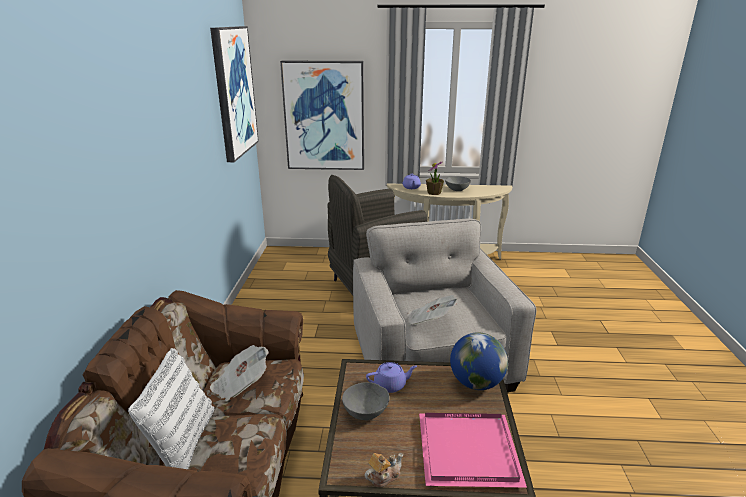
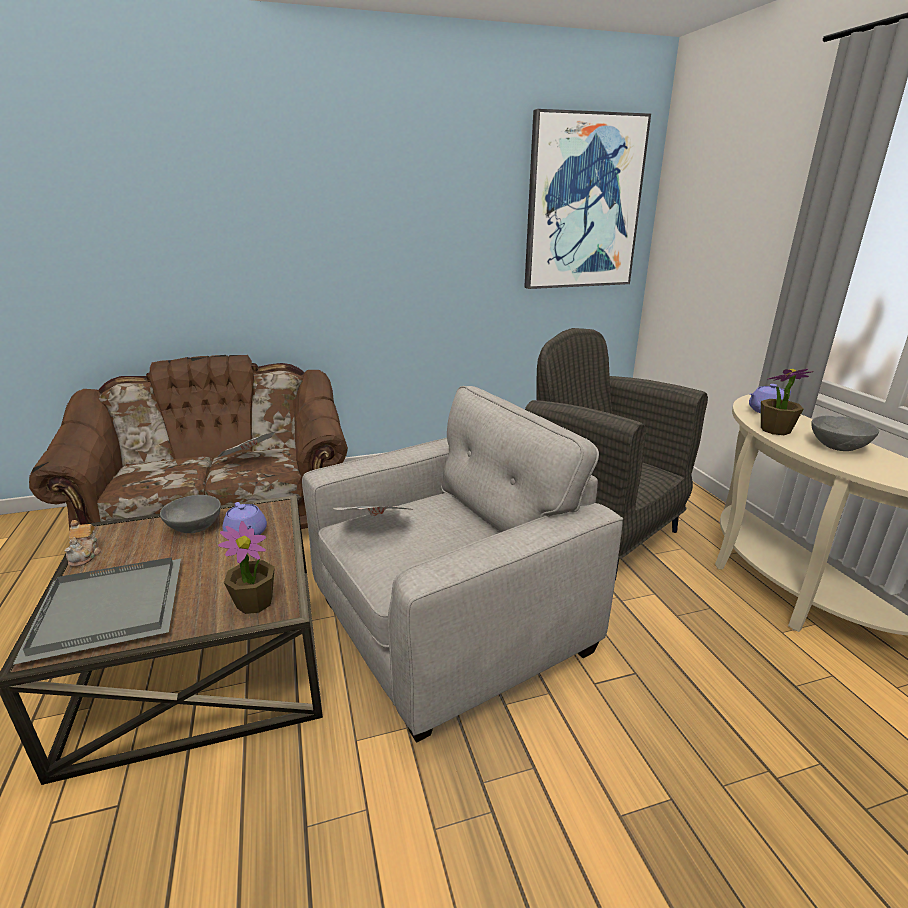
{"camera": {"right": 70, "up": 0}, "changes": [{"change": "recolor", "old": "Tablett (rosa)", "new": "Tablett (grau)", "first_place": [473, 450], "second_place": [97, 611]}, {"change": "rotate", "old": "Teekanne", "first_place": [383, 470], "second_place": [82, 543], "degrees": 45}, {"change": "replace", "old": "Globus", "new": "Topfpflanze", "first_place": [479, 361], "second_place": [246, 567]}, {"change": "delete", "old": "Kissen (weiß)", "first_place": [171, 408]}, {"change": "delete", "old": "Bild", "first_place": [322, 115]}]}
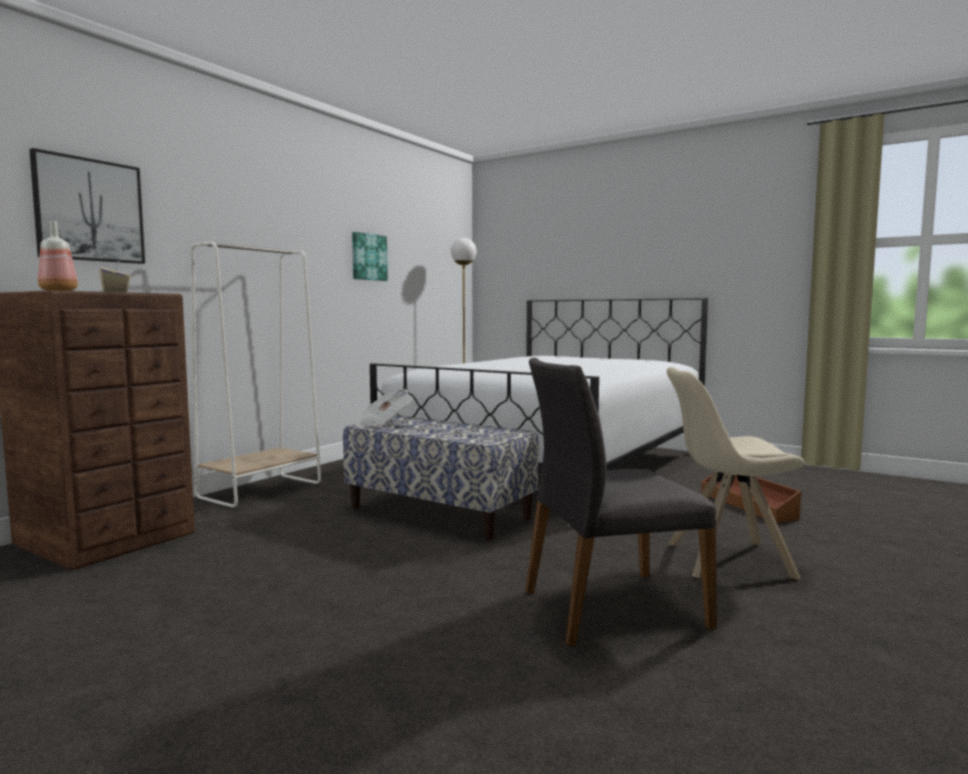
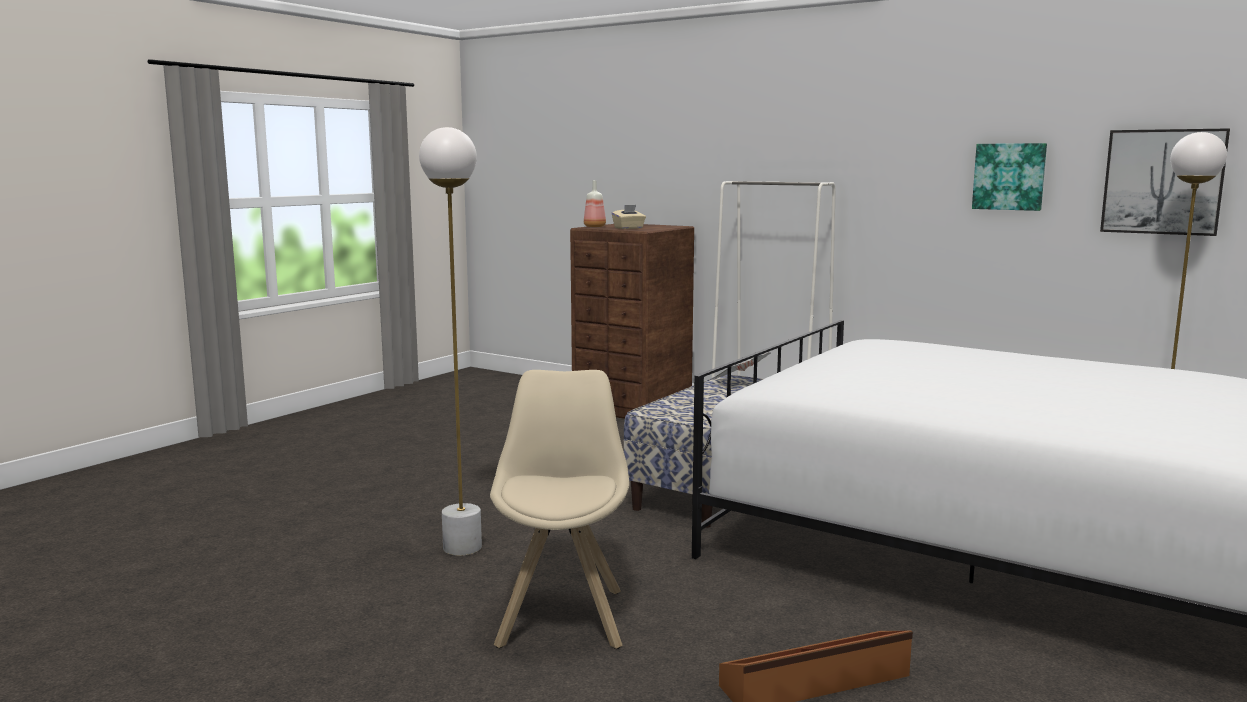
{"camera": {"right": 90, "up": 5}, "changes": [{"change": "replace", "old": "Stuhl (grau)", "new": "Stehlampe (weiß)", "first_place": [621, 502], "second_place": [450, 341]}, {"change": "move", "old": "Bild", "first_place": [87, 206], "second_place": [1165, 182]}]}
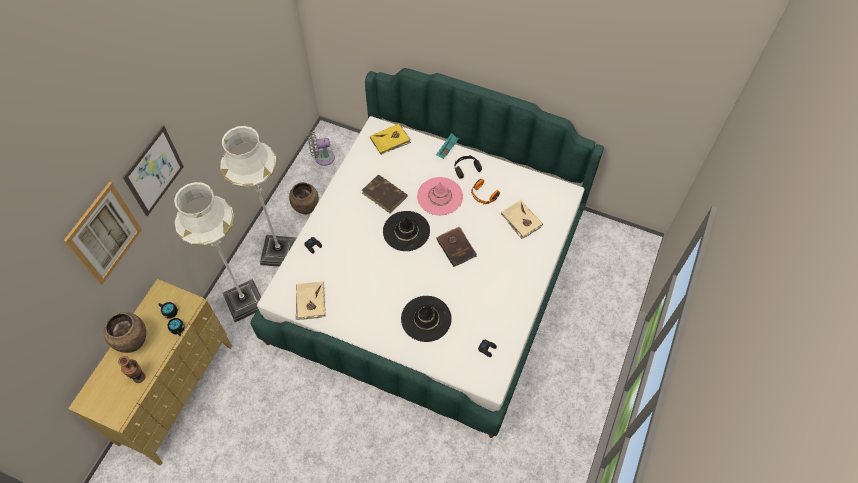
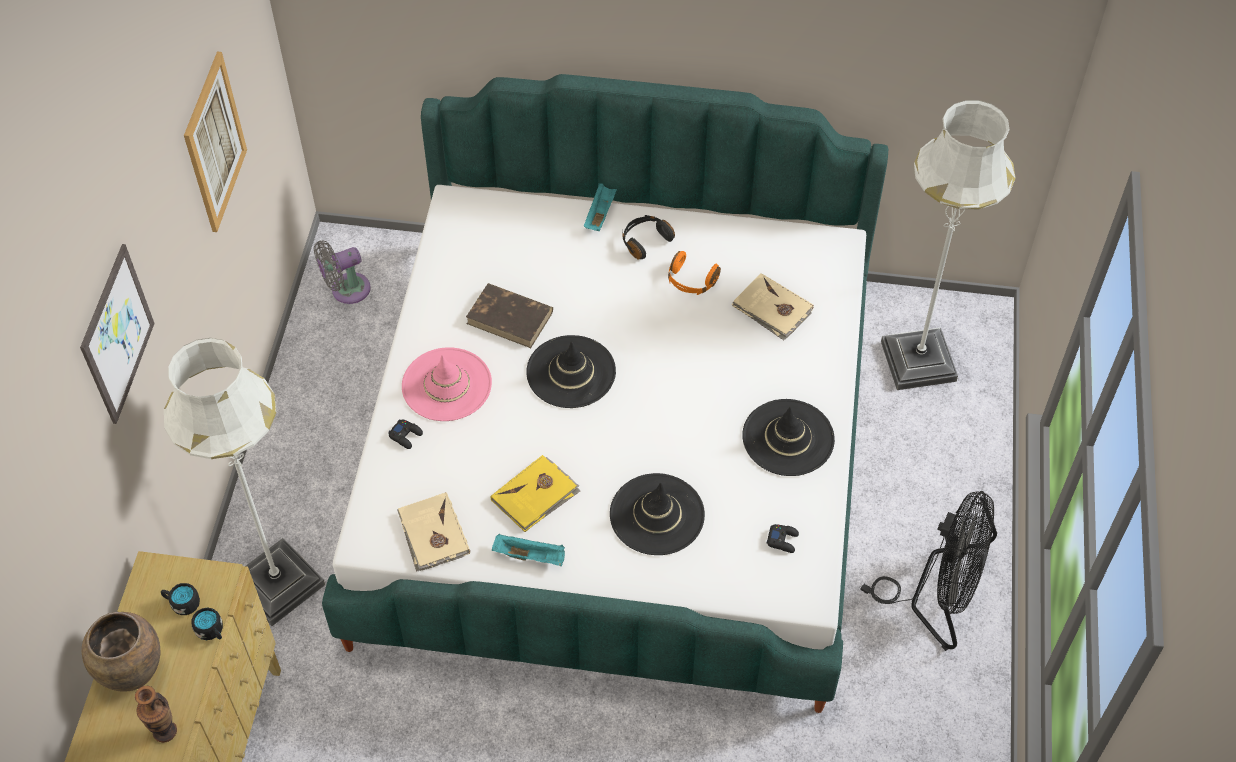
{"camera": {"right": -15, "up": -5}, "changes": [{"change": "move", "old": "Bild", "first_place": [102, 233], "second_place": [215, 142]}, {"change": "move", "old": "Hut (rosa)", "first_place": [440, 196], "second_place": [447, 384]}, {"change": "move", "old": "Buch (gelb)", "first_place": [390, 139], "second_place": [535, 493]}, {"change": "insert", "new": "Tablett (türkis)", "second_place": [528, 550]}, {"change": "insert", "new": "Hut (schwarz)", "second_place": [788, 437]}, {"change": "insert", "new": "Ventilator (schwarz)", "second_place": [928, 571]}, {"change": "move", "old": "Stehlampe (weiß)", "first_place": [258, 196], "second_place": [948, 245]}, {"change": "delete", "old": "Vase (braun)", "first_place": [304, 198]}, {"change": "delete", "old": "Buch (braun)", "first_place": [456, 247]}]}
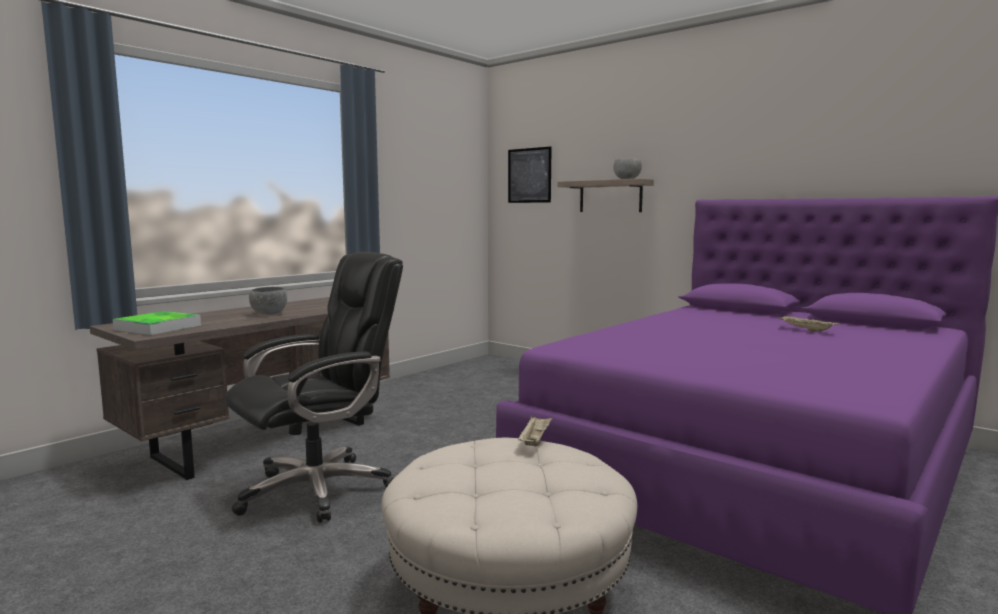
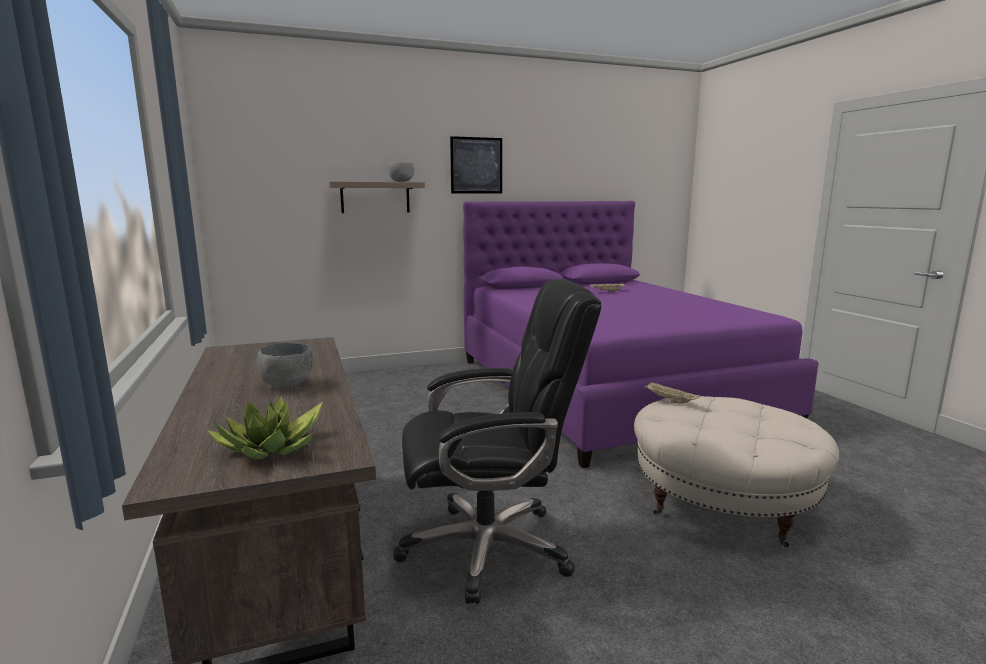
{"camera": {"right": -60, "up": 5}, "changes": [{"change": "replace", "old": "Tablett", "new": "Topfpflanze", "first_place": [157, 323], "second_place": [265, 427]}, {"change": "rotate", "old": "Bürostuhl (schwarz)", "first_place": [314, 387], "second_place": [497, 441], "degrees": 90}, {"change": "move", "old": "Bild", "first_place": [530, 175], "second_place": [476, 165]}]}
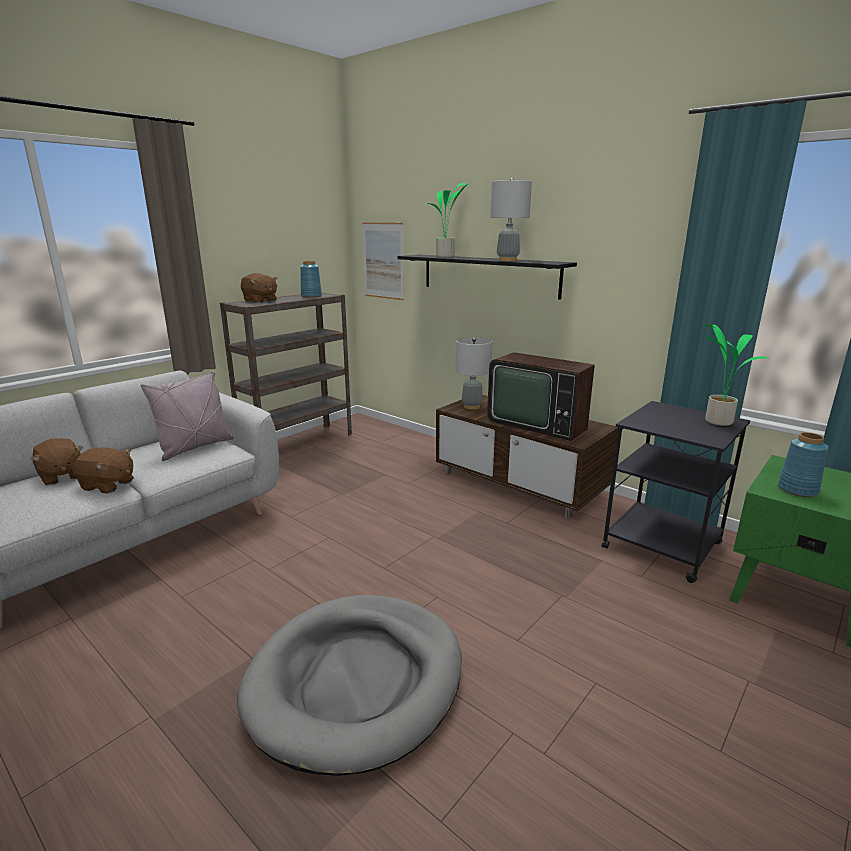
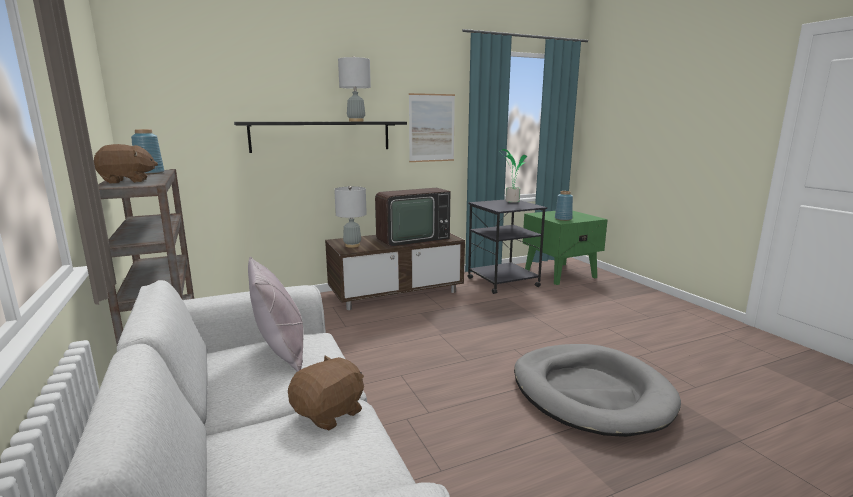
{"camera": {"right": -65, "up": -5}, "changes": [{"change": "move", "old": "Bild", "first_place": [383, 261], "second_place": [432, 127]}, {"change": "delete", "old": "Plüschtier (braun)", "first_place": [57, 461]}, {"change": "delete", "old": "Topfpflanze", "first_place": [447, 220]}]}
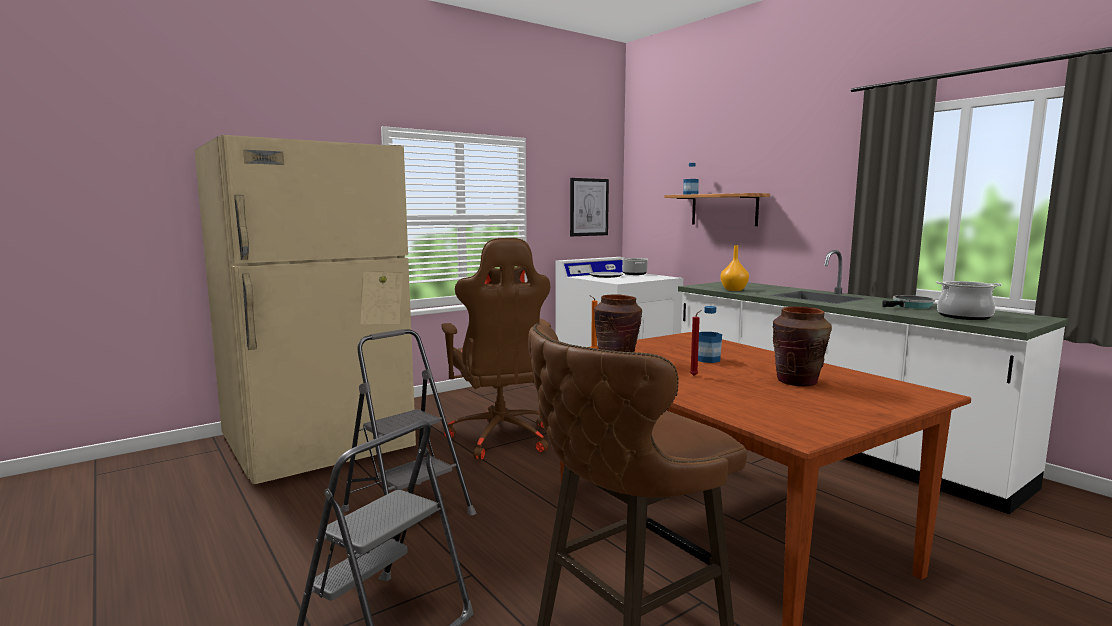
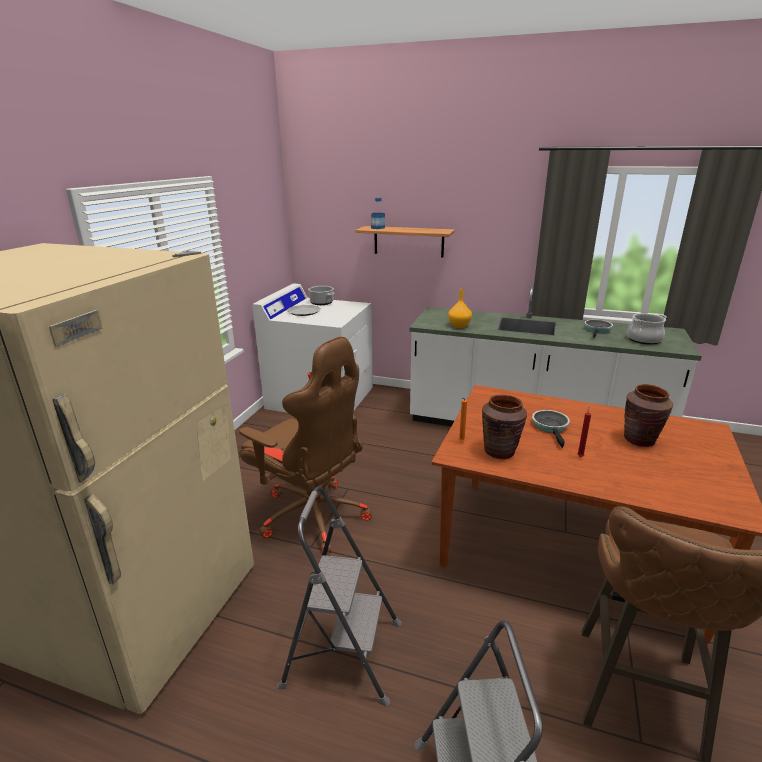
{"camera": {"right": -35, "up": 15}, "changes": [{"change": "replace", "old": "Flasche", "new": "Pfanne", "first_place": [710, 334], "second_place": [551, 429]}, {"change": "delete", "old": "Bild", "first_place": [589, 207]}]}
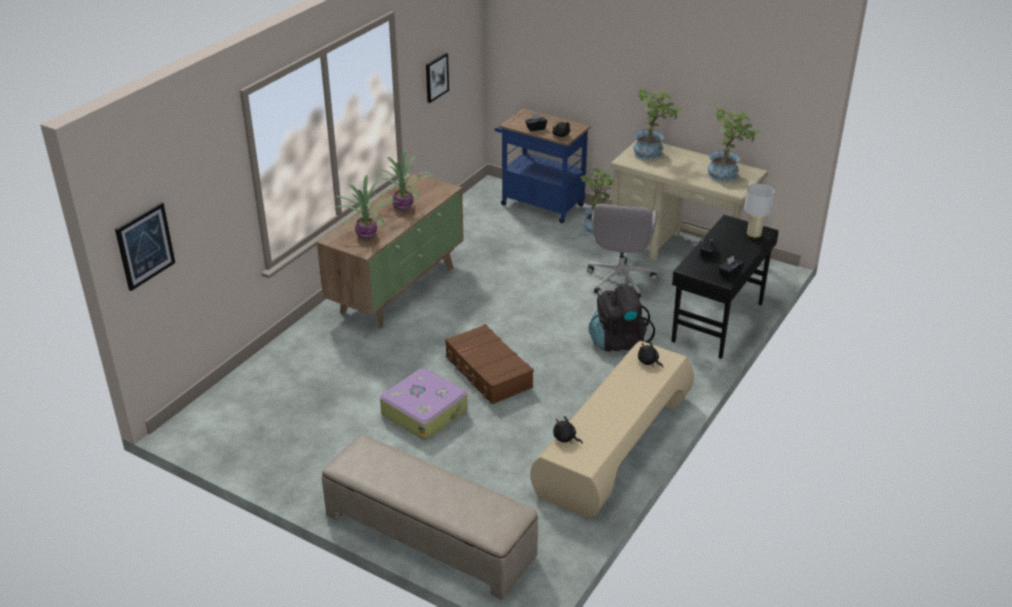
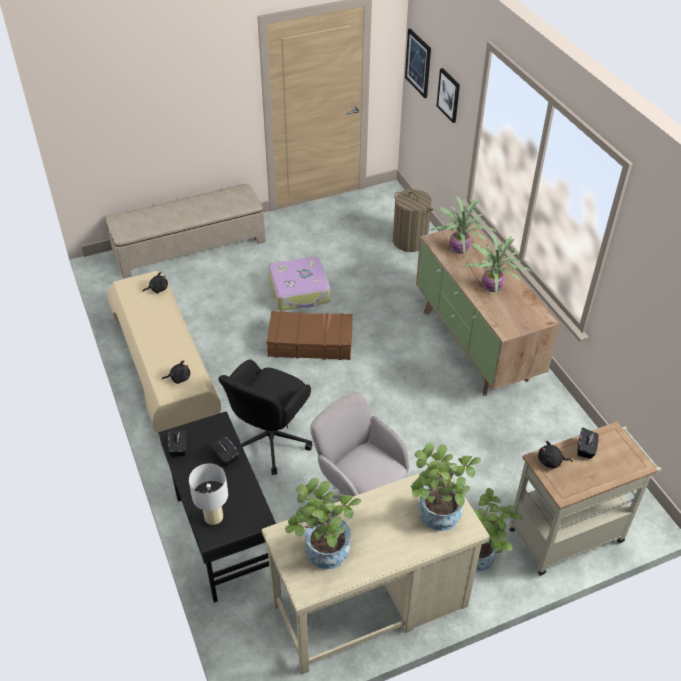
{"camera": {"right": 125, "up": 10}, "changes": [{"change": "replace", "old": "Rucksack (schwarz)", "new": "Bürostuhl (schwarz)", "first_place": [622, 318], "second_place": [266, 417]}, {"change": "insert", "new": "Wäschekorb", "second_place": [413, 220]}, {"change": "move", "old": "Bild", "first_place": [437, 78], "second_place": [448, 95]}, {"change": "recolor", "old": "Rollwagen (blau)", "new": "Rollwagen (beige)", "first_place": [542, 165], "second_place": [585, 499]}]}
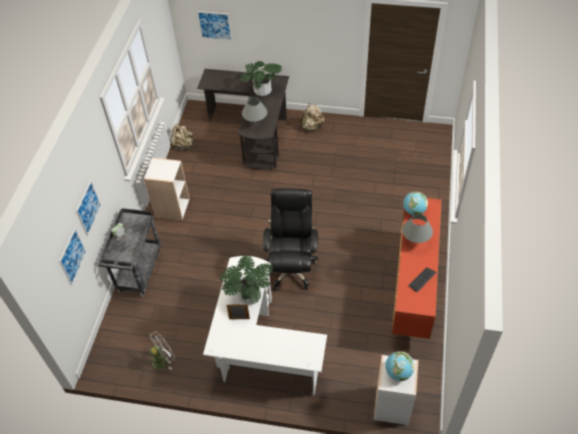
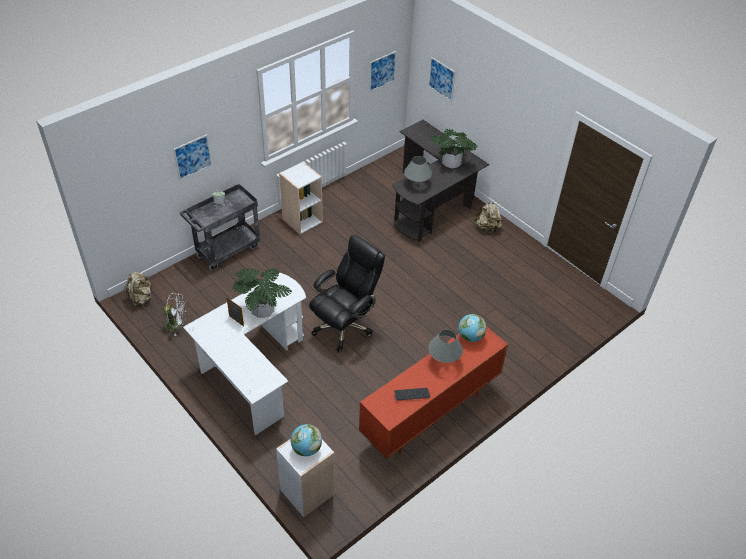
{"camera": {"right": 35, "up": -5}, "changes": [{"change": "move", "old": "Rucksack (beige)", "first_place": [183, 137], "second_place": [138, 290]}, {"change": "move", "old": "Bild", "first_place": [72, 256], "second_place": [382, 71]}]}
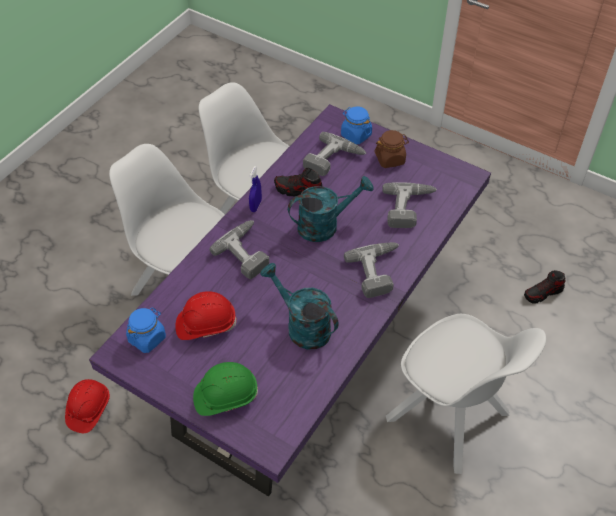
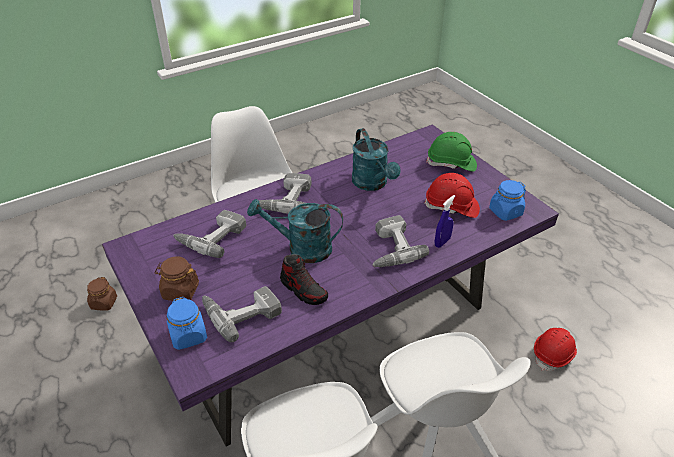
{"camera": {"right": -155, "up": -10}, "changes": [{"change": "replace", "old": "Schuh", "new": "Vorratsglas (braun)", "first_place": [544, 287], "second_place": [102, 294]}, {"change": "move", "old": "Sprühflasche (blau)", "first_place": [255, 189], "second_place": [445, 221]}]}
